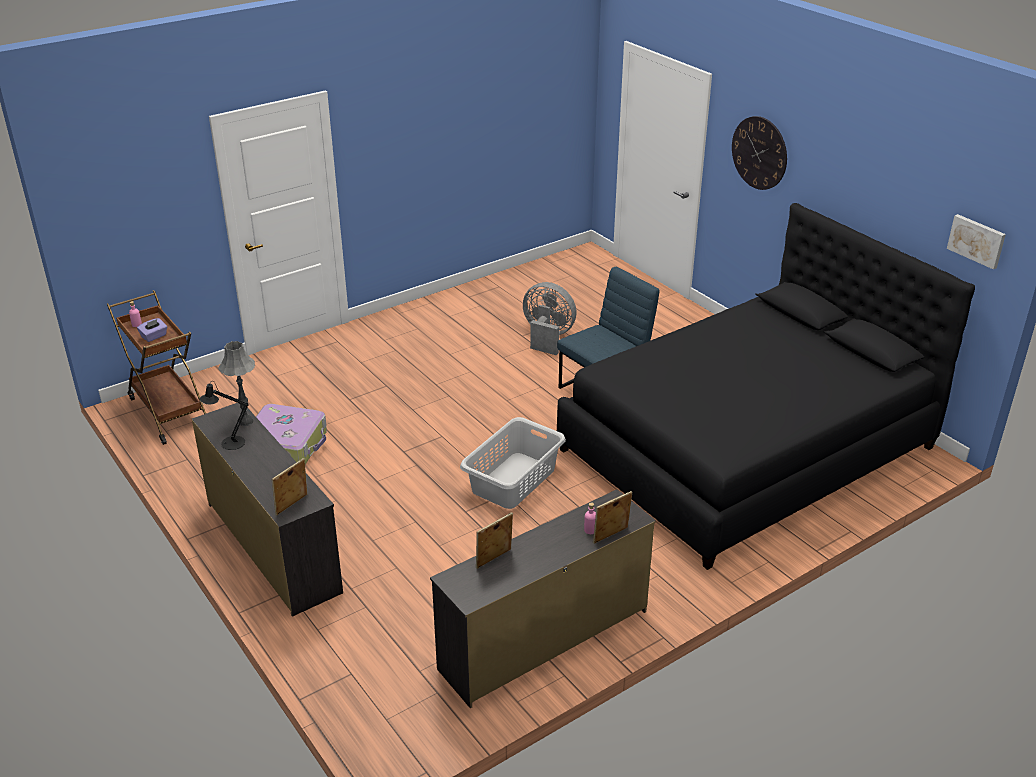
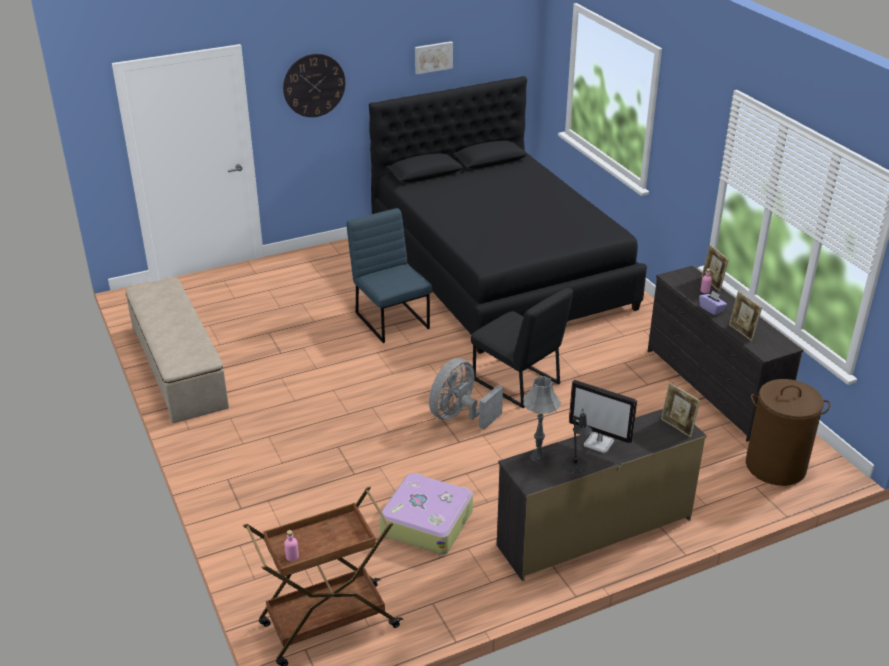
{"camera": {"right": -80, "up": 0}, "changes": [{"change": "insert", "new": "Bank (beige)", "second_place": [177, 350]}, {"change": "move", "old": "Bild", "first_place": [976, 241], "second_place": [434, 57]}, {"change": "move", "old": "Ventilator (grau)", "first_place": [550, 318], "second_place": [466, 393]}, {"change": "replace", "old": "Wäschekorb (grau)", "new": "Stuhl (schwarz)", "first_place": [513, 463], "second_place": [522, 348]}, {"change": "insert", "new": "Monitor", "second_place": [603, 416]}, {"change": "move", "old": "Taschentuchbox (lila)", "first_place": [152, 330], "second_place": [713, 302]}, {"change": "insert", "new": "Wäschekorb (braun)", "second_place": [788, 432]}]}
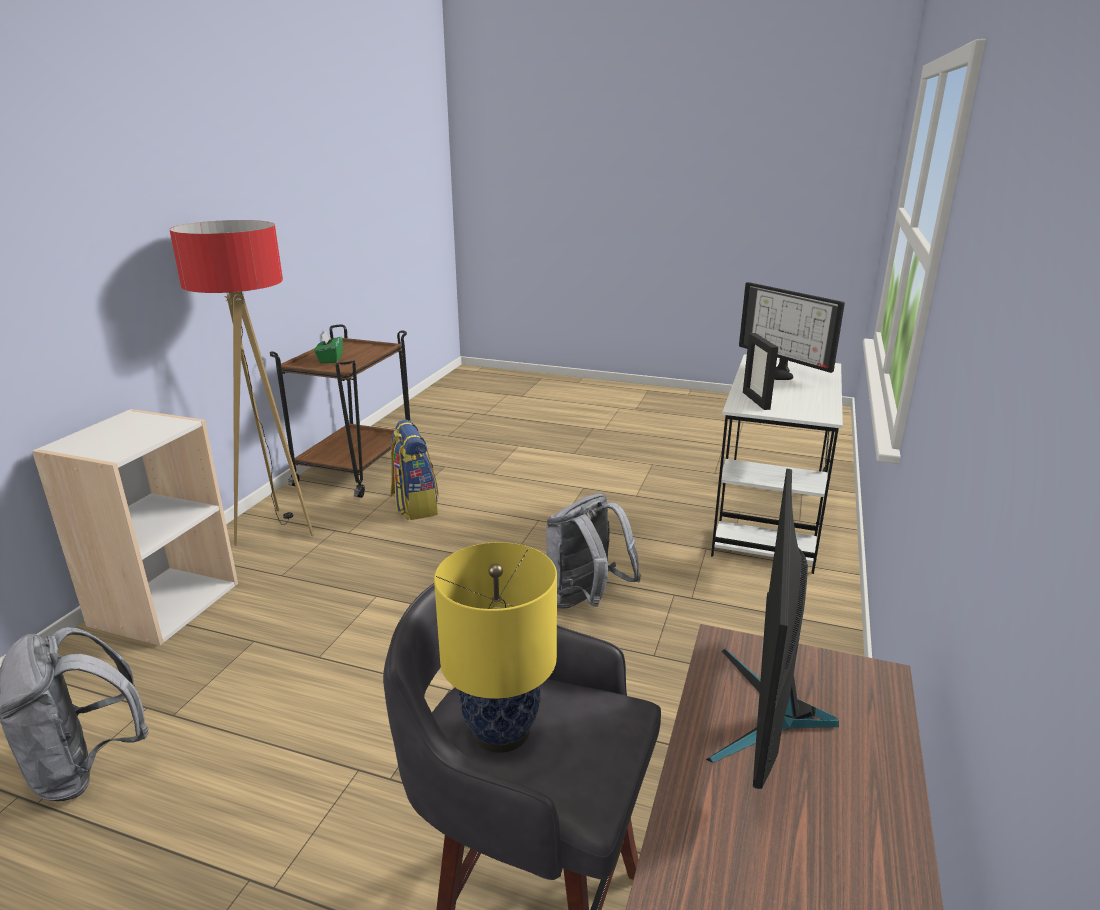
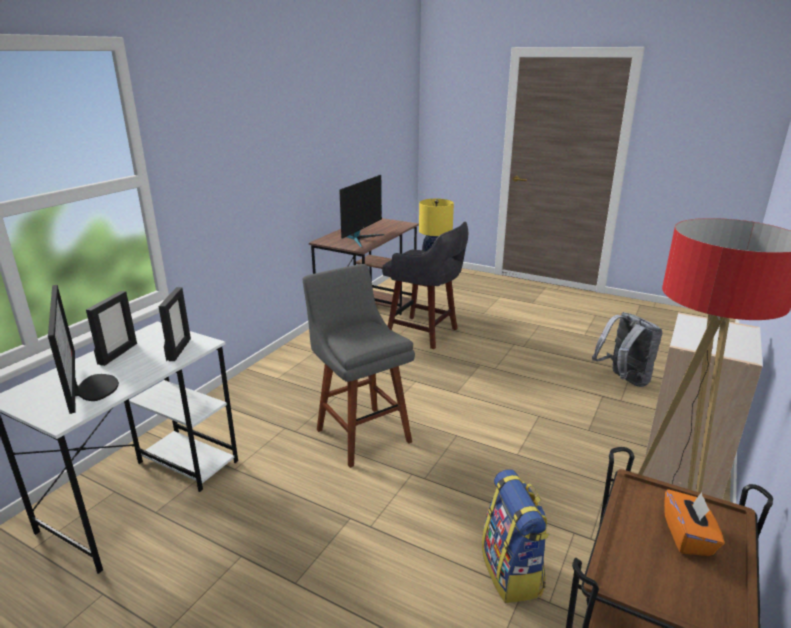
{"camera": {"right": -170, "up": 0}, "changes": [{"change": "insert", "new": "Bilderrahmen", "second_place": [111, 328]}, {"change": "replace", "old": "Rucksack (grau)", "new": "Hocker (grau)", "first_place": [594, 551], "second_place": [359, 366]}, {"change": "recolor", "old": "Taschentuchbox (grün)", "new": "Taschentuchbox (orange)", "first_place": [329, 347], "second_place": [694, 522]}]}
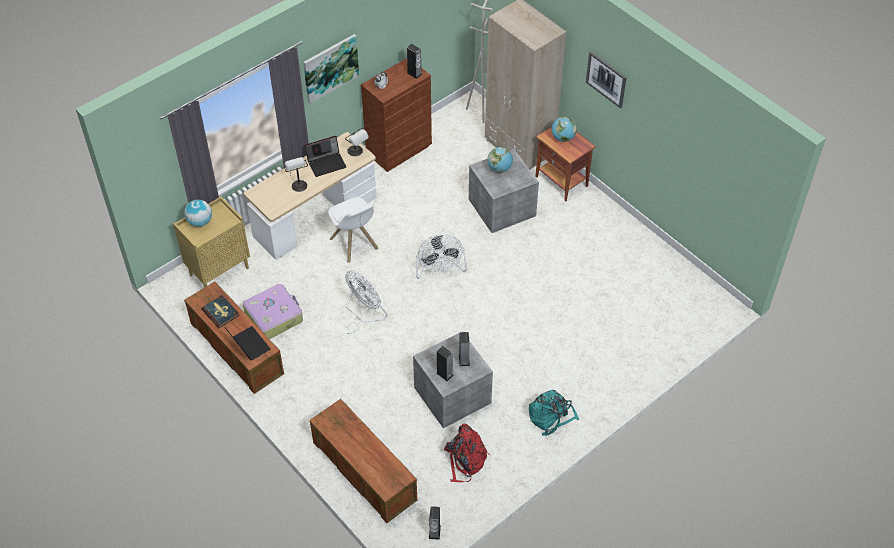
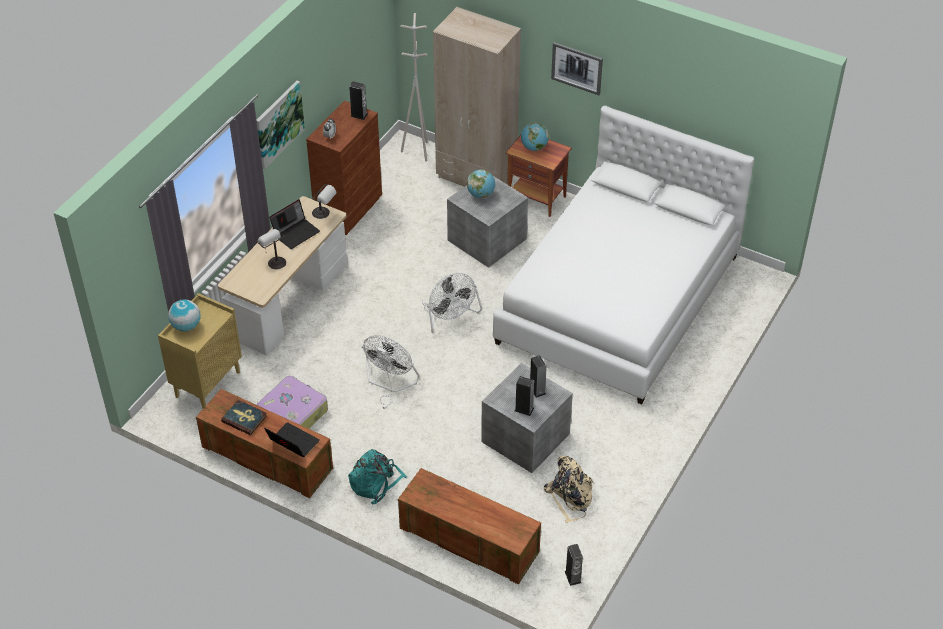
{"camera": {"right": -20, "up": -5}, "changes": [{"change": "move", "old": "Rucksack (türkis)", "first_place": [554, 413], "second_place": [377, 477]}, {"change": "insert", "new": "Bett (weiß)", "second_place": [623, 255]}, {"change": "recolor", "old": "Rucksack (rot)", "new": "Rucksack (beige)", "first_place": [467, 453], "second_place": [569, 489]}, {"change": "delete", "old": "Stuhl (weiß)", "first_place": [353, 230]}]}
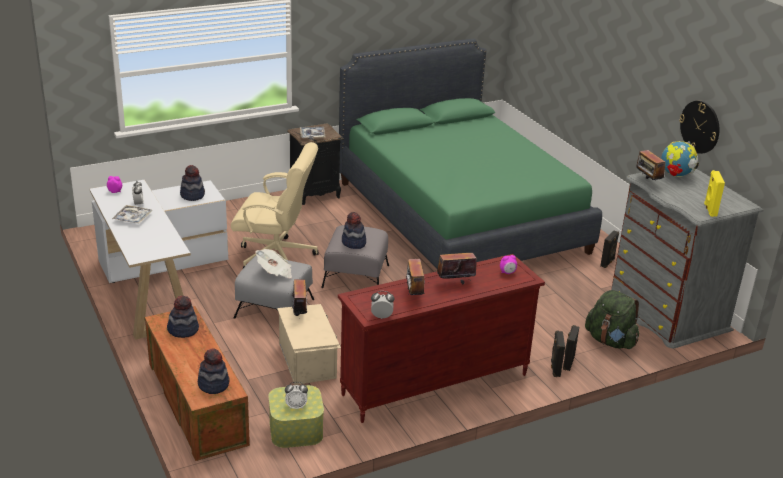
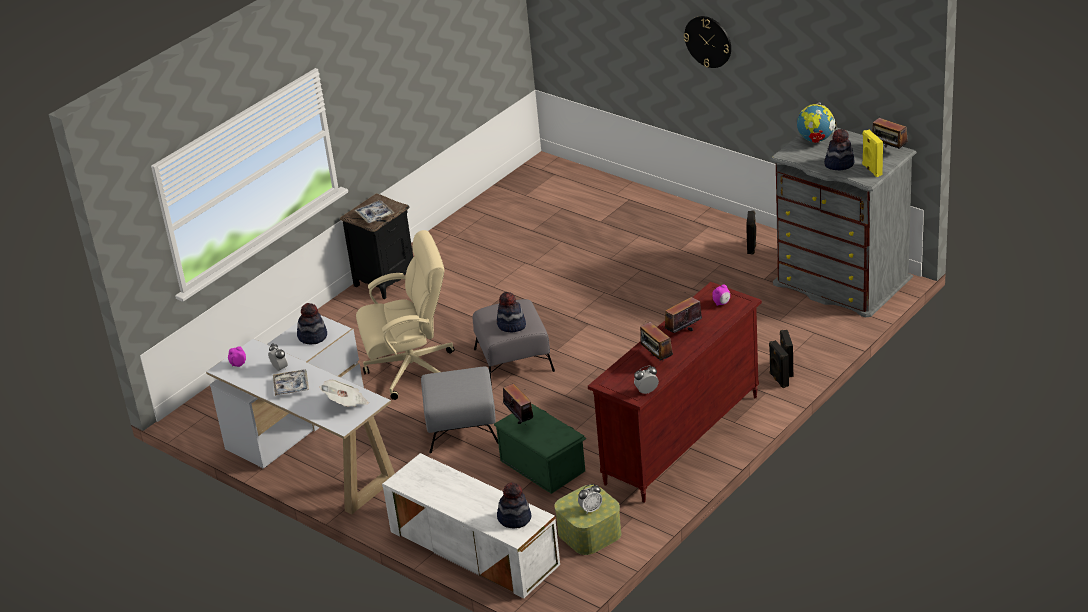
{"camera": {"right": -20, "up": 5}, "changes": [{"change": "move", "old": "Zeitung", "first_place": [273, 263], "second_place": [344, 393]}, {"change": "recolor", "old": "Bank (braun)", "new": "Bank (weiß)", "first_place": [197, 383], "second_place": [471, 525]}, {"change": "recolor", "old": "Aufbewahrungsbox (beige)", "new": "Aufbewahrungsbox (grün)", "first_place": [309, 344], "second_place": [540, 448]}, {"change": "move", "old": "Wanduhr", "first_place": [699, 127], "second_place": [707, 42]}, {"change": "move", "old": "Hut", "first_place": [183, 317], "second_place": [839, 150]}, {"change": "move", "old": "Radio", "first_place": [651, 165], "second_place": [890, 133]}, {"change": "delete", "old": "Bett (grün)", "first_place": [470, 154]}, {"change": "delete", "old": "Rucksack (grün)", "first_place": [612, 319]}]}
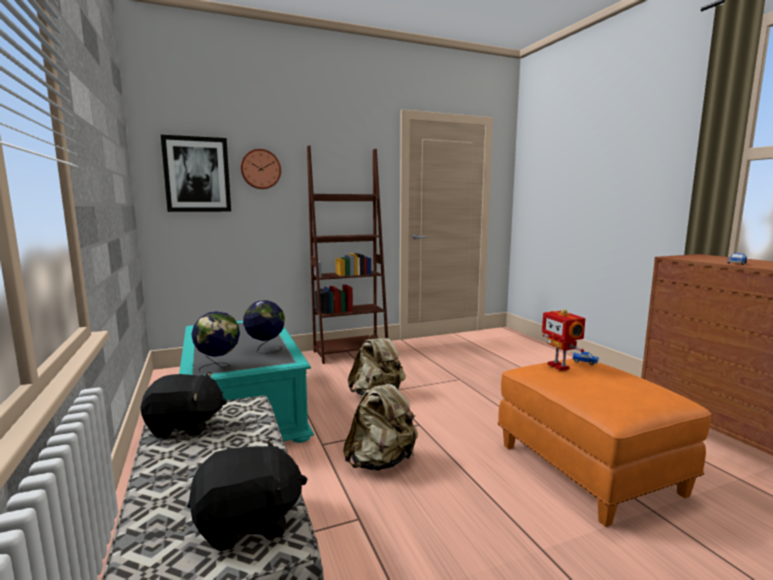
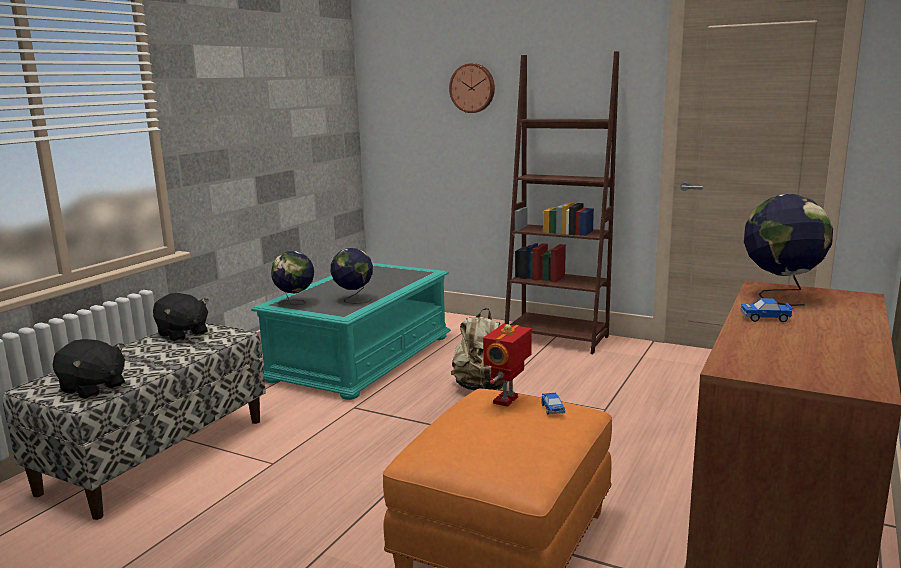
{"camera": {"right": 50, "up": 5}, "changes": [{"change": "insert", "new": "Globus", "second_place": [788, 250]}, {"change": "delete", "old": "Bild", "first_place": [196, 173]}, {"change": "delete", "old": "Rucksack (beige)", "first_place": [380, 423]}]}
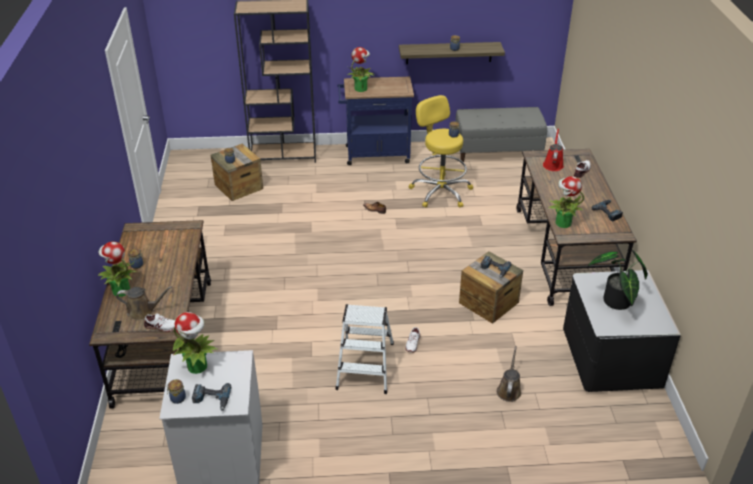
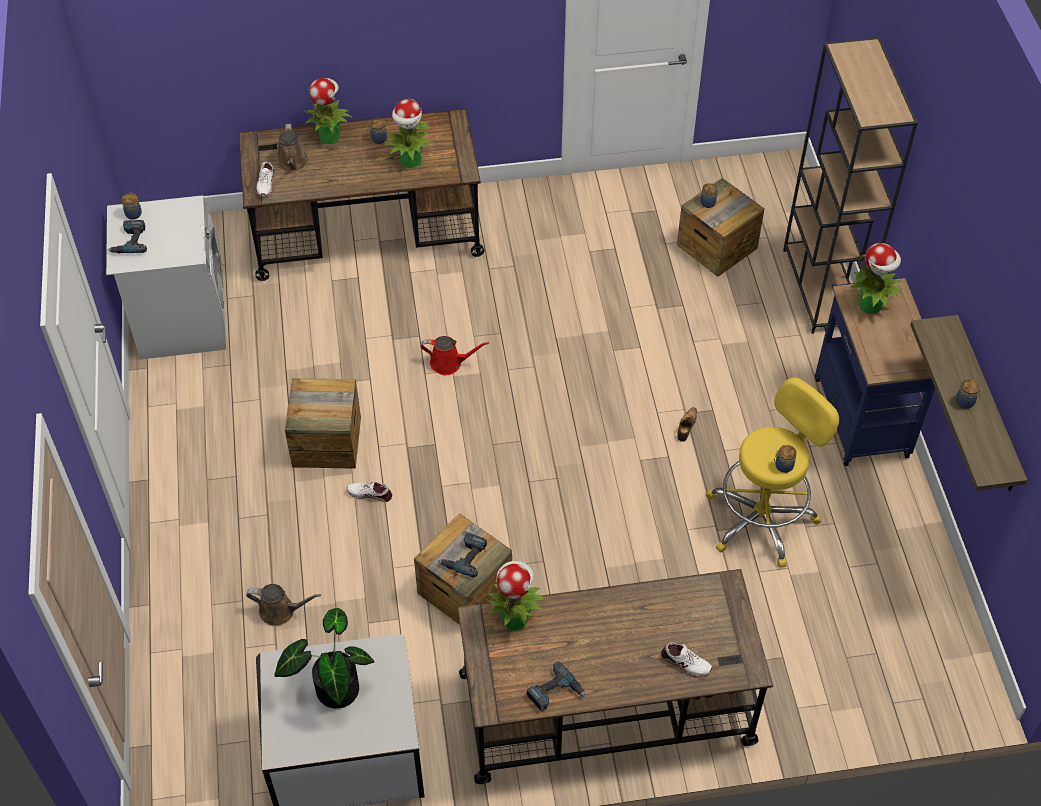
{"camera": {"right": 85, "up": 15}, "changes": [{"change": "replace", "old": "Trittleiter (weiß)", "new": "Kiste", "first_place": [364, 349], "second_place": [323, 423]}, {"change": "move", "old": "Topfpflanze", "first_place": [195, 343], "second_place": [408, 133]}, {"change": "move", "old": "Gießkanne (rot)", "first_place": [553, 150], "second_place": [455, 355]}, {"change": "delete", "old": "Bank (grau)", "first_place": [501, 134]}]}
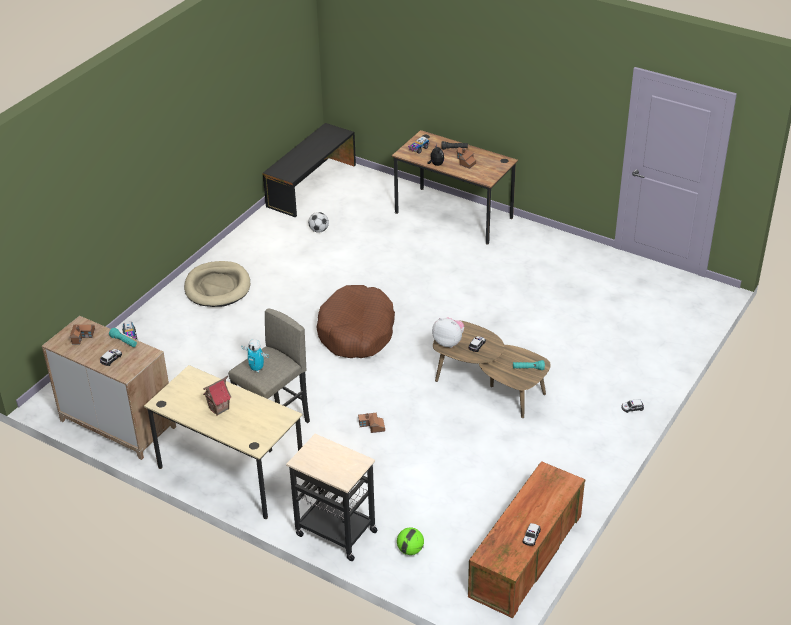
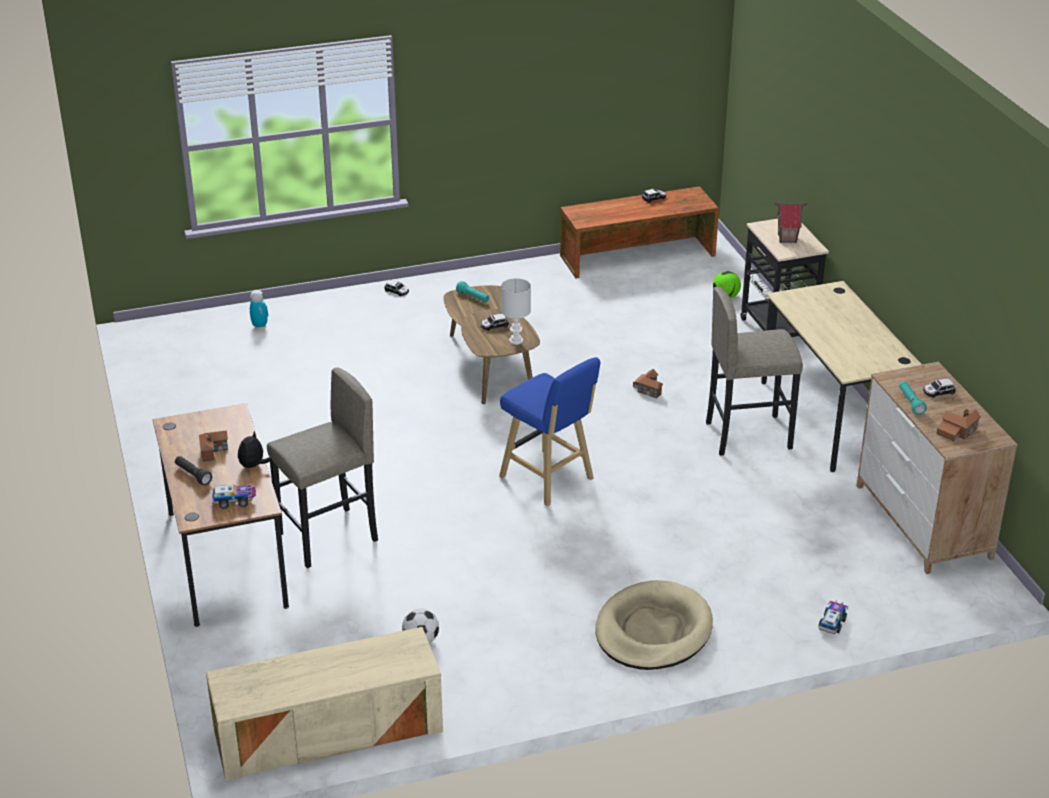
{"camera": {"right": -140, "up": -5}, "changes": [{"change": "recolor", "old": "Bank (schwarz)", "new": "Bank (beige)", "first_place": [309, 170], "second_place": [324, 704]}, {"change": "move", "old": "Spielzeugroboter", "first_place": [255, 355], "second_place": [259, 309]}, {"change": "insert", "new": "Hocker (grau)", "second_place": [322, 467]}, {"change": "replace", "old": "Hundebett (braun)", "new": "Hocker (blau)", "first_place": [355, 321], "second_place": [549, 432]}, {"change": "replace", "old": "Plüschtier", "new": "Tischlampe (weiß)", "first_place": [448, 332], "second_place": [516, 311]}, {"change": "move", "old": "Spielzeughaus", "first_place": [217, 396], "second_place": [791, 222]}]}
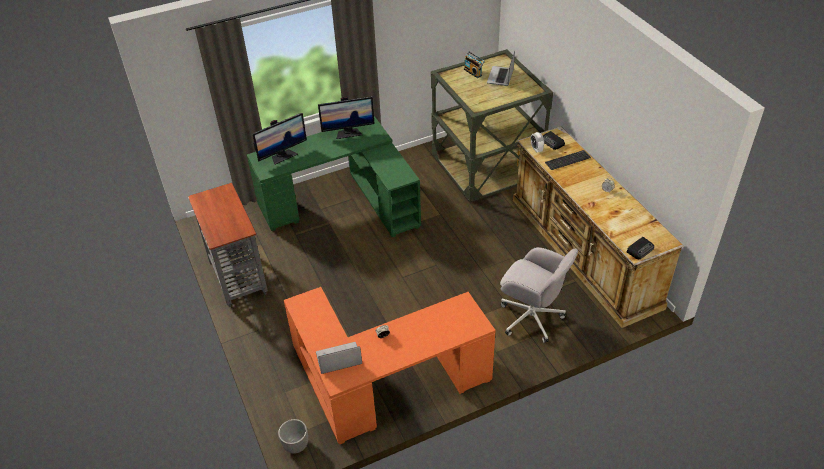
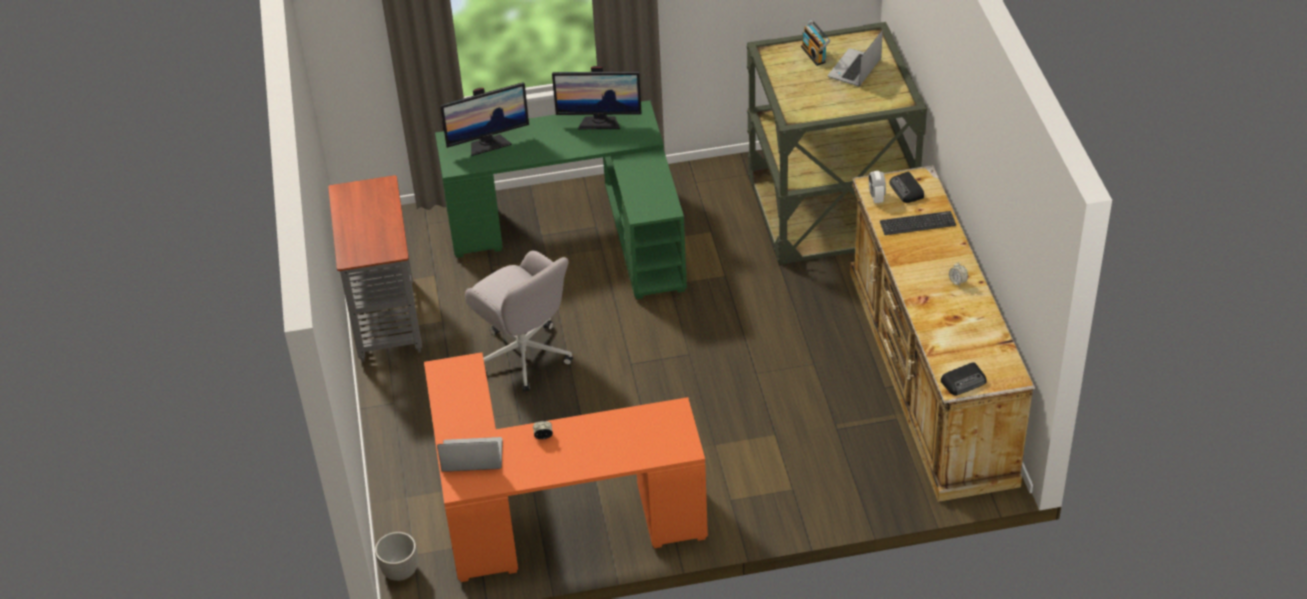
{"camera": {"right": 15, "up": 0}, "changes": [{"change": "move", "old": "Bürostuhl (grau)", "first_place": [539, 295], "second_place": [519, 321]}]}
